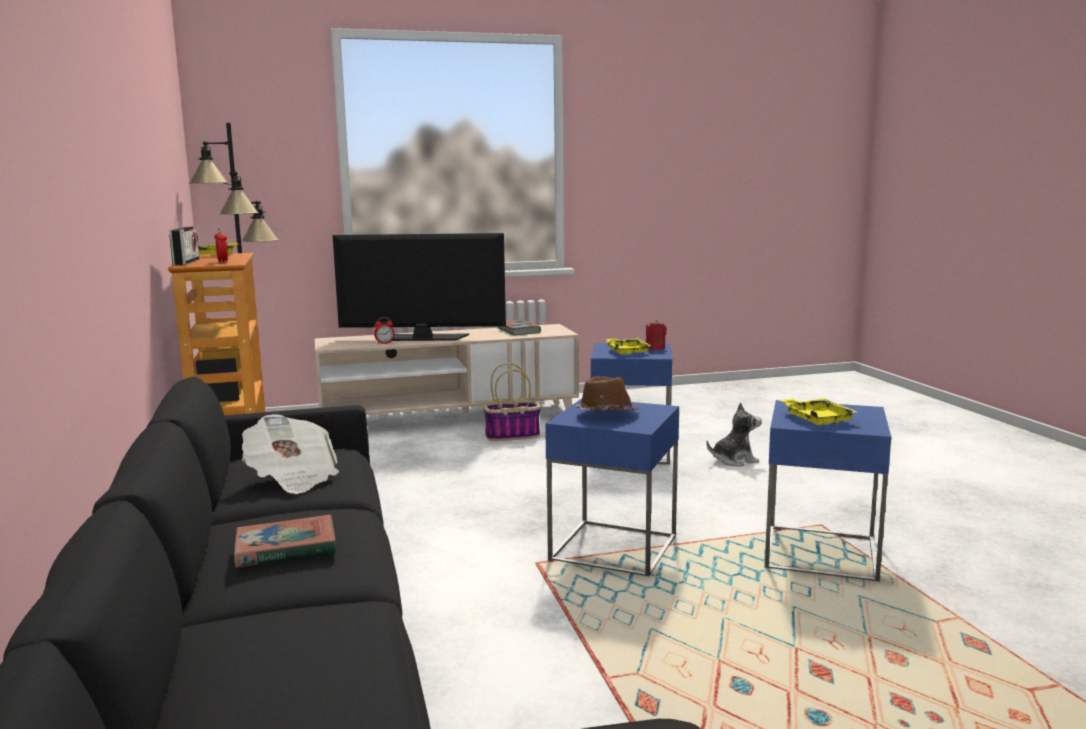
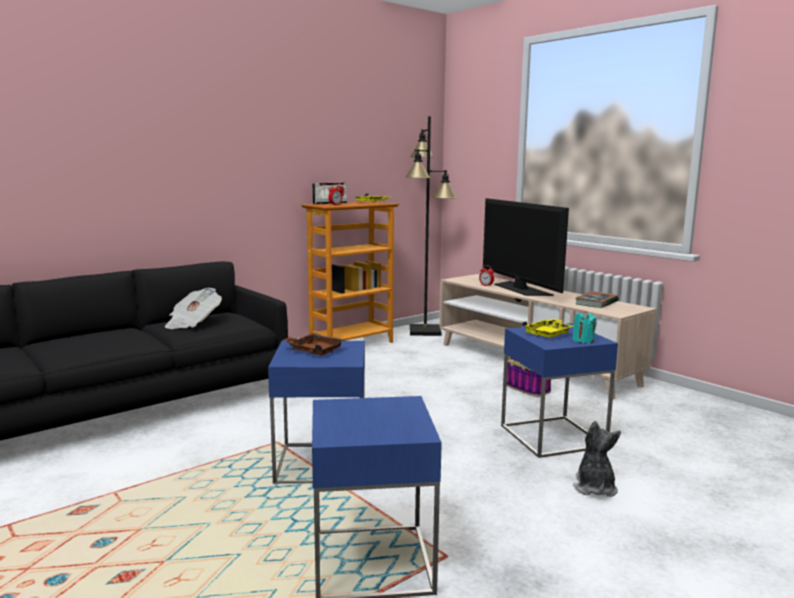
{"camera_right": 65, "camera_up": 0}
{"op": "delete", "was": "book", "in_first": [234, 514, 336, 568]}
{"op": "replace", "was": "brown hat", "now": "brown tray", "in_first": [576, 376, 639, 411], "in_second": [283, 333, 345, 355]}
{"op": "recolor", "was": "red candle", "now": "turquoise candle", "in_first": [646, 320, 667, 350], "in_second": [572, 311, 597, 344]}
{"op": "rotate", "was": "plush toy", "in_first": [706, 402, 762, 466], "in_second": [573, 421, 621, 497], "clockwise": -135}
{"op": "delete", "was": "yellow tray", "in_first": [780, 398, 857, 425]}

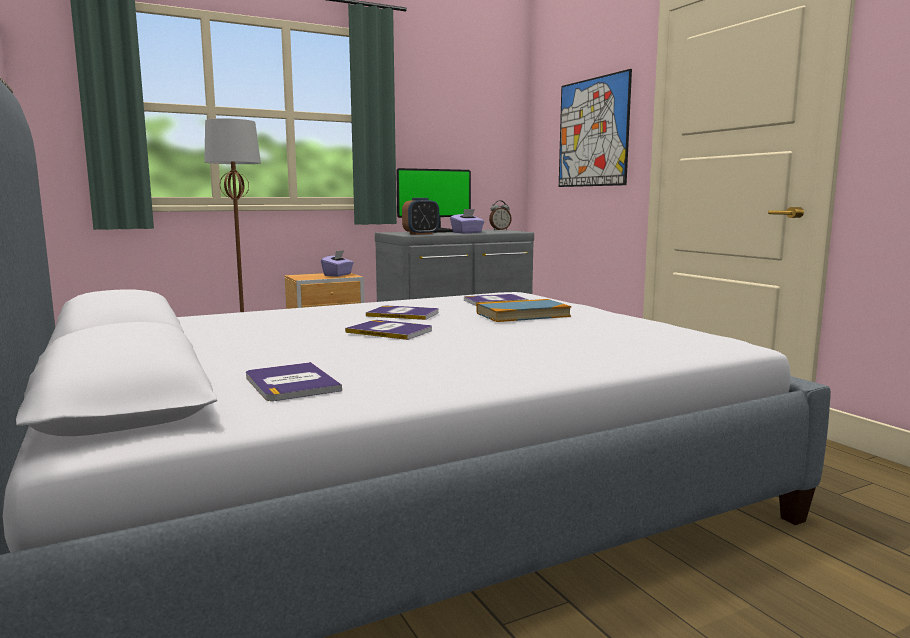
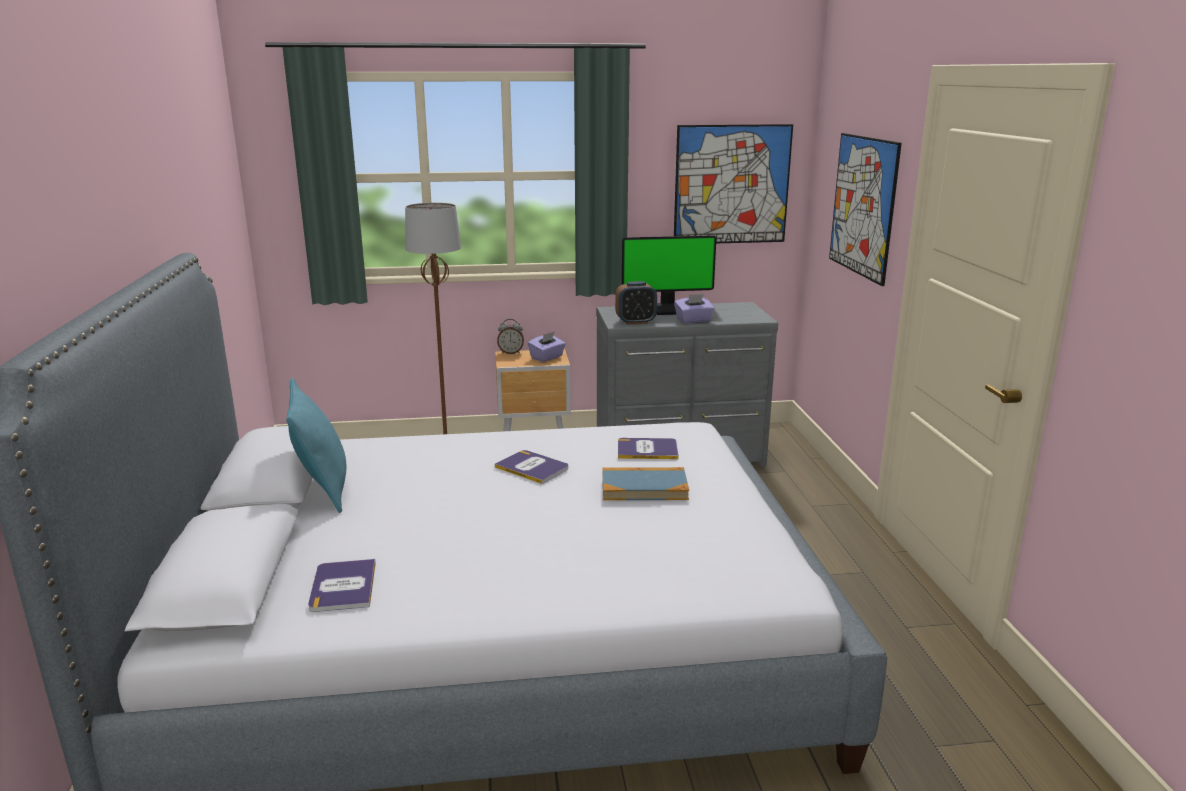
{"camera_right": 20, "camera_up": 10}
{"op": "delete", "was": "book", "in_first": [345, 320, 432, 340]}
{"op": "move", "was": "alarm clock", "in_first": [489, 200, 512, 230], "in_second": [497, 319, 524, 354]}
{"op": "insert", "now": "turquoise pillow", "in_second": [286, 378, 346, 513]}
{"op": "insert", "now": "picture", "in_second": [674, 124, 793, 243]}

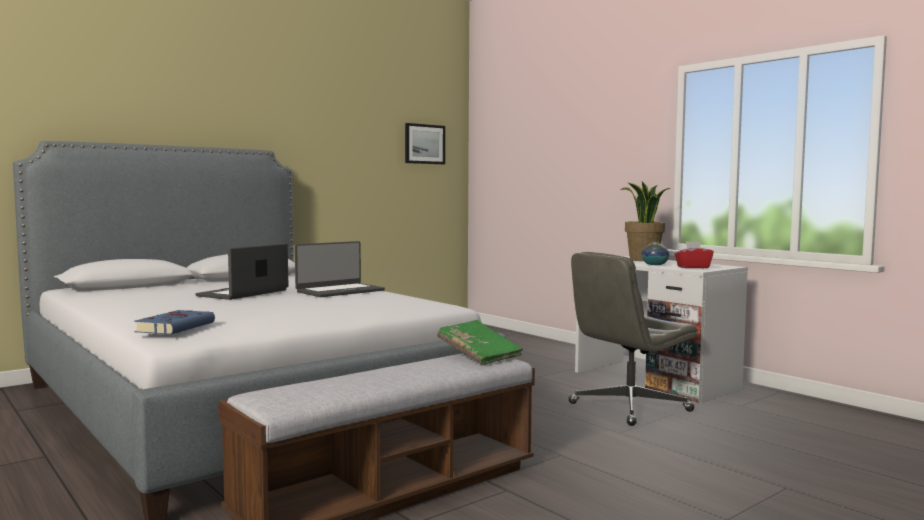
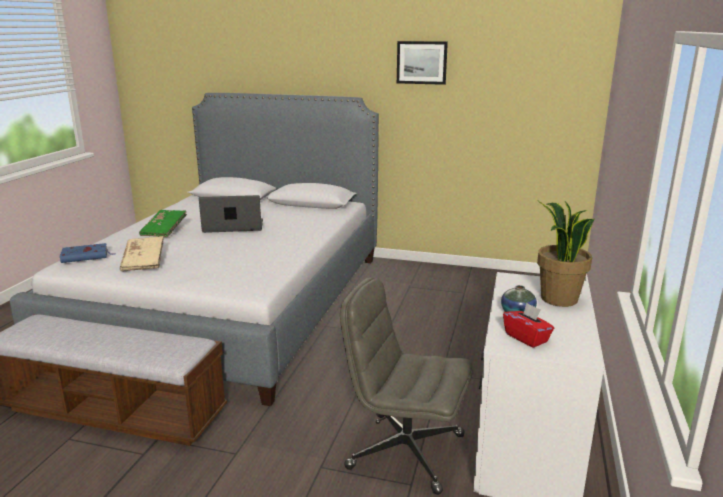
{"camera_right": 55, "camera_up": 15}
{"op": "delete", "was": "laptop", "in_first": [295, 241, 385, 297]}
{"op": "move", "was": "picture", "in_first": [405, 123, 445, 164], "in_second": [397, 41, 448, 85]}
{"op": "move", "was": "green book", "in_first": [437, 320, 523, 365], "in_second": [139, 210, 187, 237]}
{"op": "insert", "now": "beige book", "in_second": [120, 236, 164, 272]}

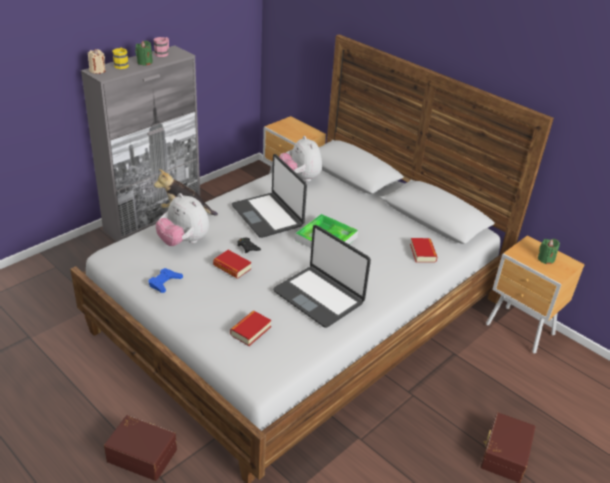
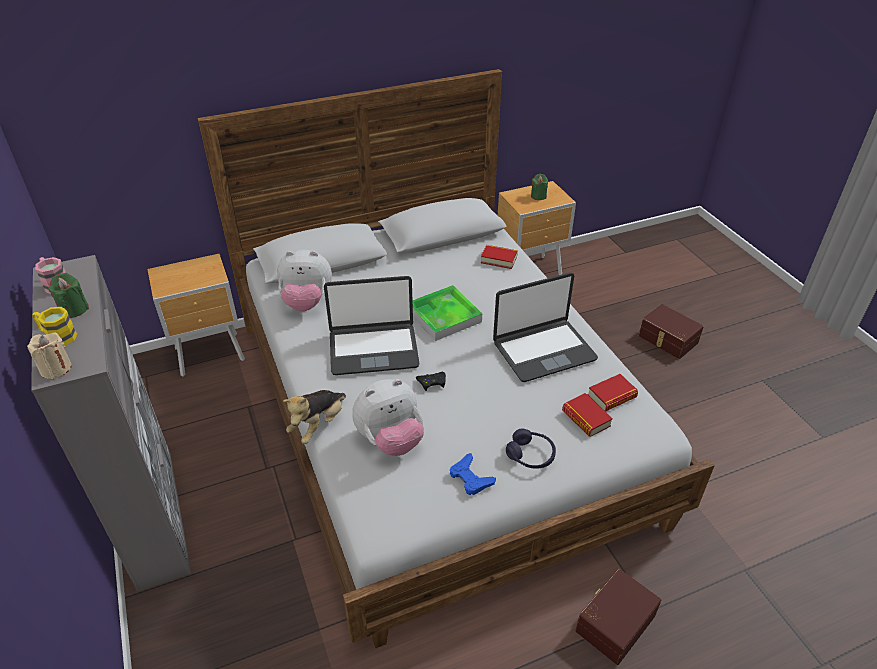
{"camera_right": -65, "camera_up": 5}
{"op": "move", "was": "book", "in_first": [213, 250, 251, 279], "in_second": [588, 374, 638, 411]}
{"op": "insert", "now": "purple headphones", "in_second": [506, 428, 556, 469]}

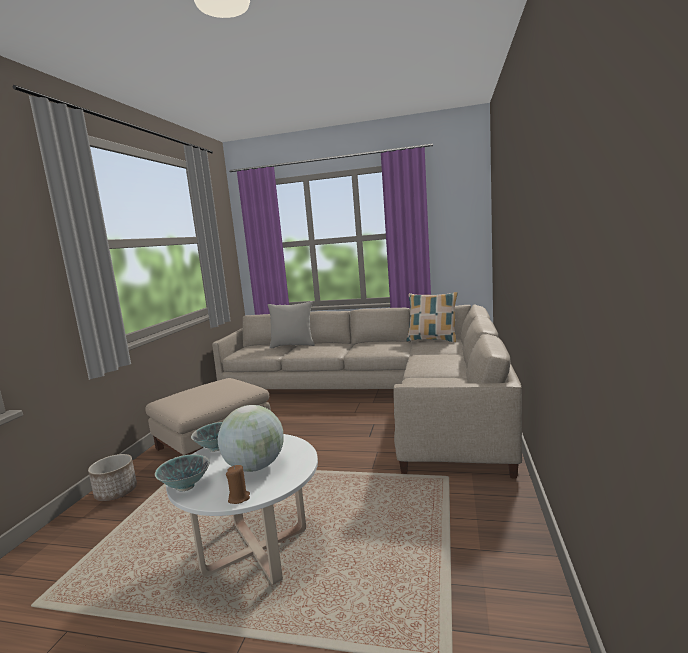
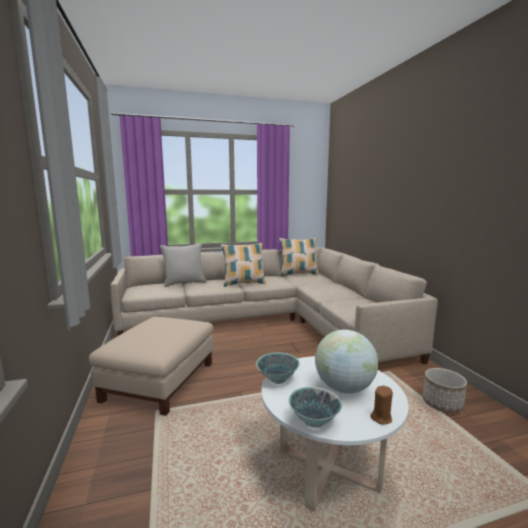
{"camera_right": -30, "camera_up": 0}
{"op": "move", "was": "planter", "in_first": [88, 454, 137, 501], "in_second": [423, 368, 467, 413]}
{"op": "insert", "now": "pillow", "in_second": [221, 243, 266, 287]}

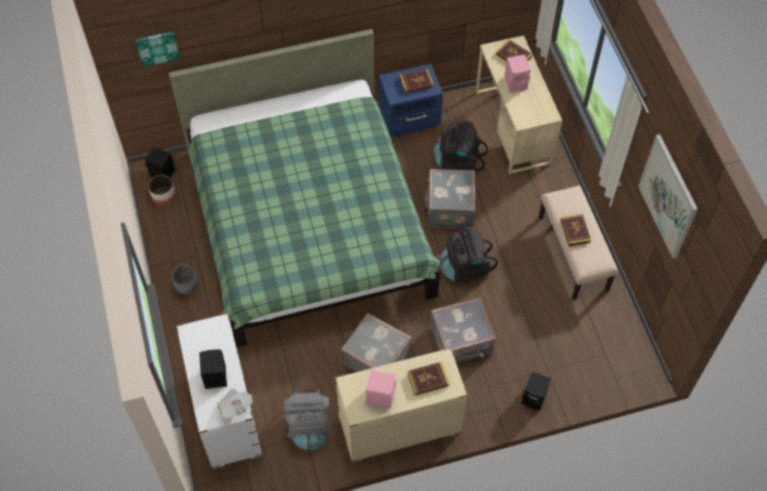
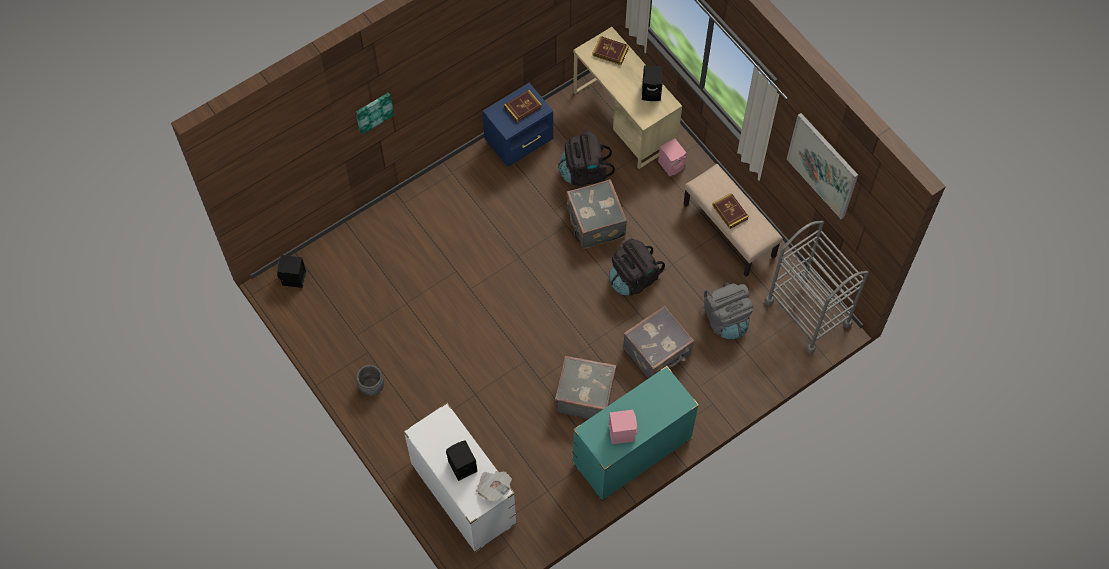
{"camera_right": -20, "camera_up": 5}
{"op": "move", "was": "picture", "in_first": [136, 31, 180, 67], "in_second": [356, 93, 394, 134]}
{"op": "delete", "was": "planter", "in_first": [148, 175, 176, 206]}
{"op": "delete", "was": "green bed", "in_first": [169, 29, 441, 347]}
{"op": "move", "was": "grey backpack", "in_first": [284, 390, 330, 450], "in_second": [704, 282, 753, 339]}
{"op": "recolor", "was": "beige dresser", "now": "turquoise dresser", "in_first": [335, 348, 468, 462], "in_second": [572, 366, 699, 501]}
{"op": "delete", "was": "book", "in_first": [407, 362, 449, 396]}
{"op": "move", "was": "pink speaker", "in_first": [504, 55, 531, 92], "in_second": [658, 138, 687, 176]}
{"op": "move", "was": "black speaker", "in_first": [521, 371, 551, 410], "in_second": [642, 65, 663, 101]}
{"op": "insert", "now": "grey cart", "in_second": [764, 221, 869, 354]}

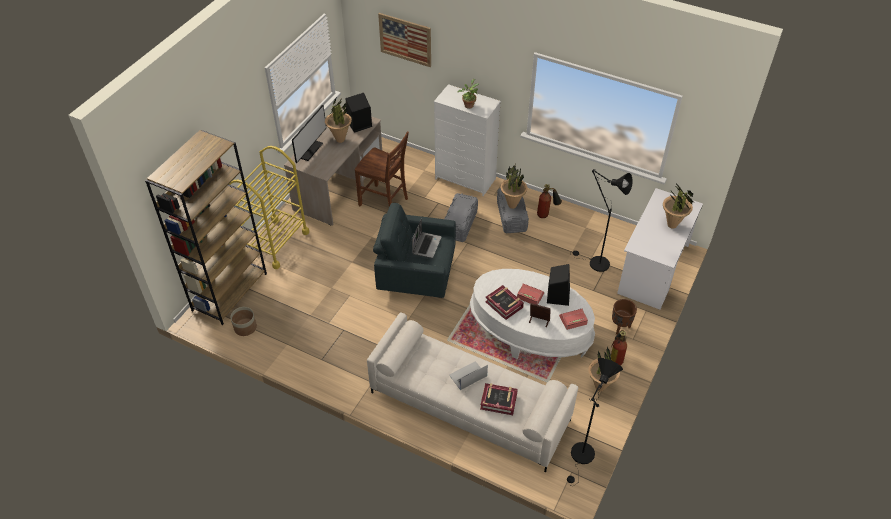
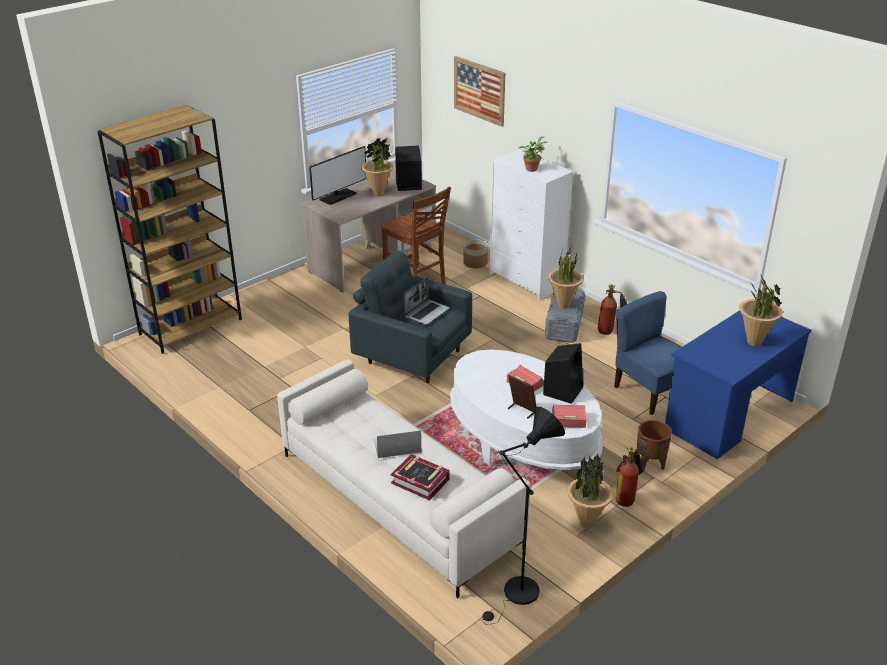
{"camera_right": 20, "camera_up": -15}
{"op": "delete", "was": "yellow cart", "in_first": [229, 146, 309, 269]}
{"op": "move", "was": "planter", "in_first": [230, 307, 257, 336], "in_second": [463, 239, 488, 268]}
{"op": "delete", "was": "grey storage box", "in_first": [445, 193, 478, 242]}
{"op": "delete", "was": "book", "in_first": [485, 285, 524, 320]}
{"op": "replace", "was": "black floor lamp", "now": "blue chair", "in_first": [571, 169, 633, 272], "in_second": [614, 291, 682, 415]}
{"op": "recolor", "was": "white desk", "now": "blue desk", "in_first": [617, 188, 703, 310], "in_second": [665, 310, 812, 459]}

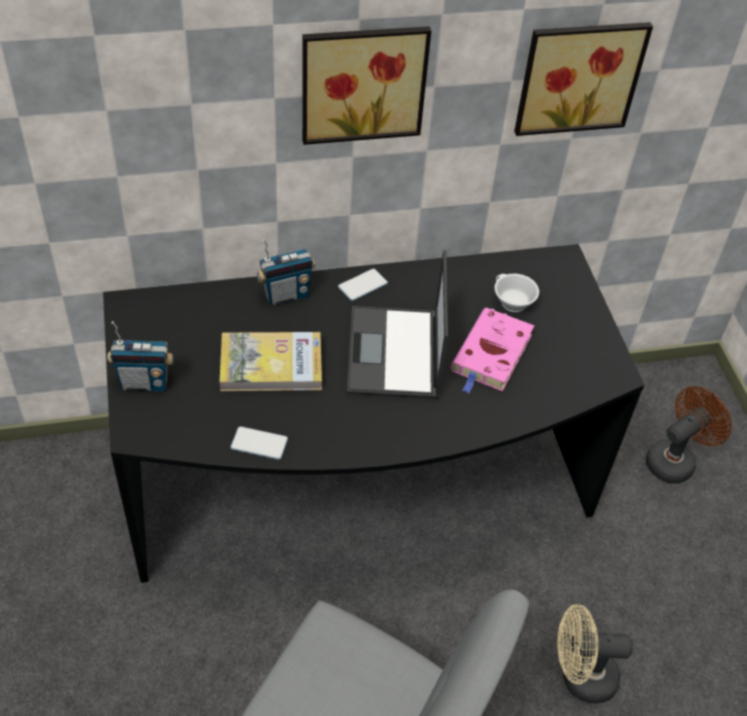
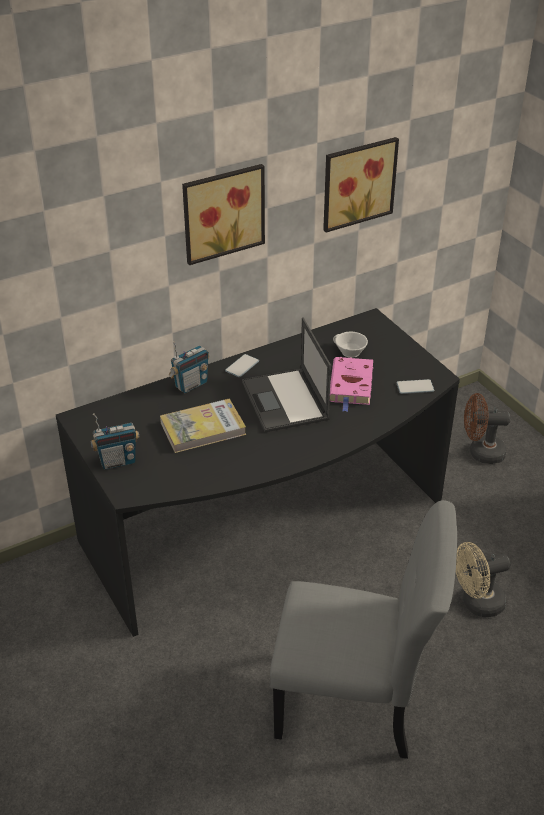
{"camera_right": -15, "camera_up": -10}
{"op": "move", "was": "phone", "in_first": [230, 426, 288, 460], "in_second": [397, 379, 434, 394]}
{"op": "rotate", "was": "brown fan", "in_first": [646, 386, 732, 484], "in_second": [464, 393, 511, 464], "clockwise": -120}

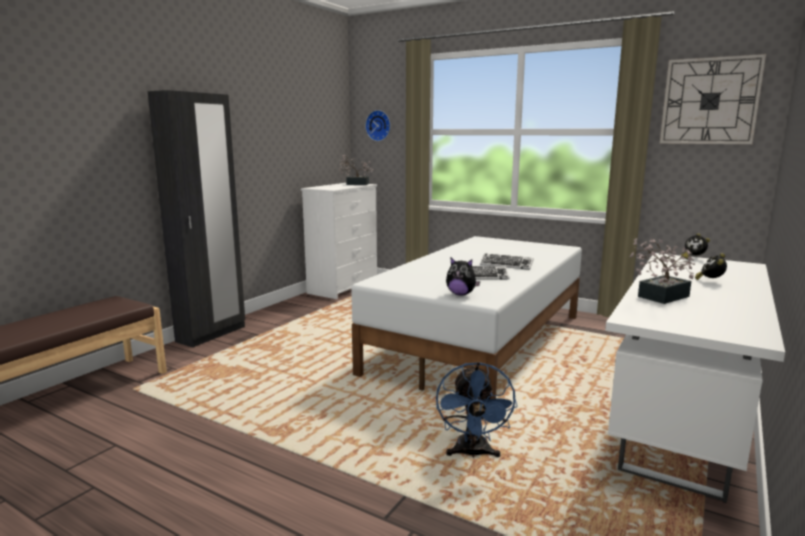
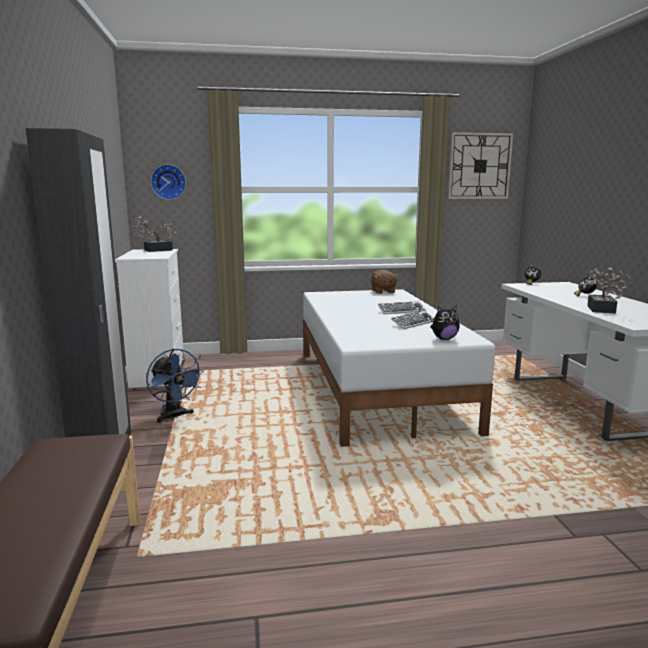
{"camera_right": -40, "camera_up": 0}
{"op": "move", "was": "blue fan", "in_first": [436, 362, 518, 459], "in_second": [146, 349, 204, 423]}
{"op": "insert", "now": "brown plush toy", "in_second": [371, 270, 398, 294]}

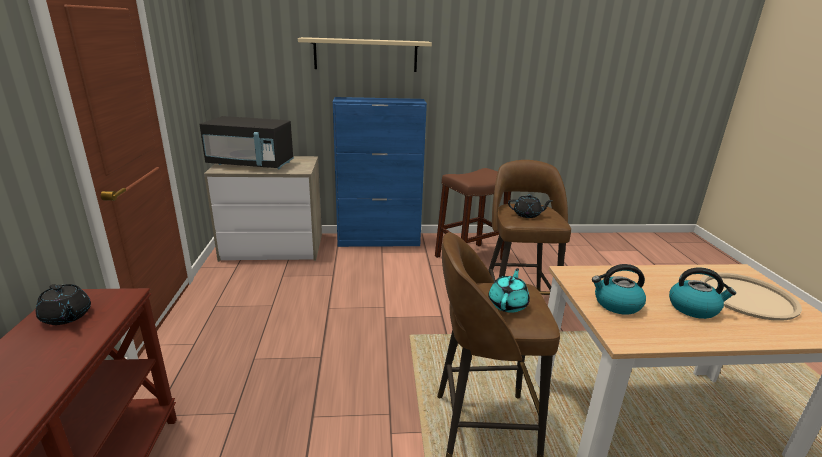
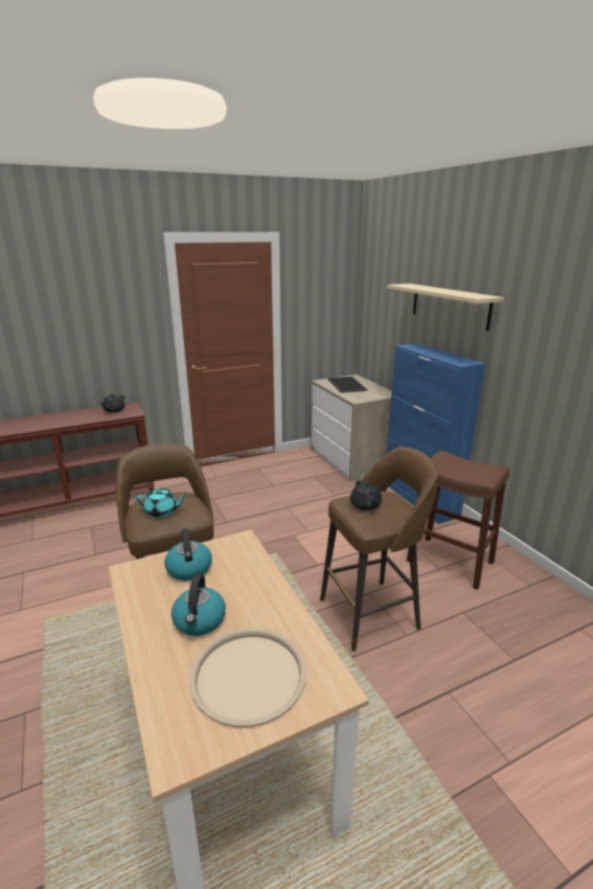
{"camera_right": 70, "camera_up": 0}
{"op": "replace", "was": "black microwave", "now": "tray", "in_first": [199, 116, 294, 169], "in_second": [327, 376, 368, 393]}

